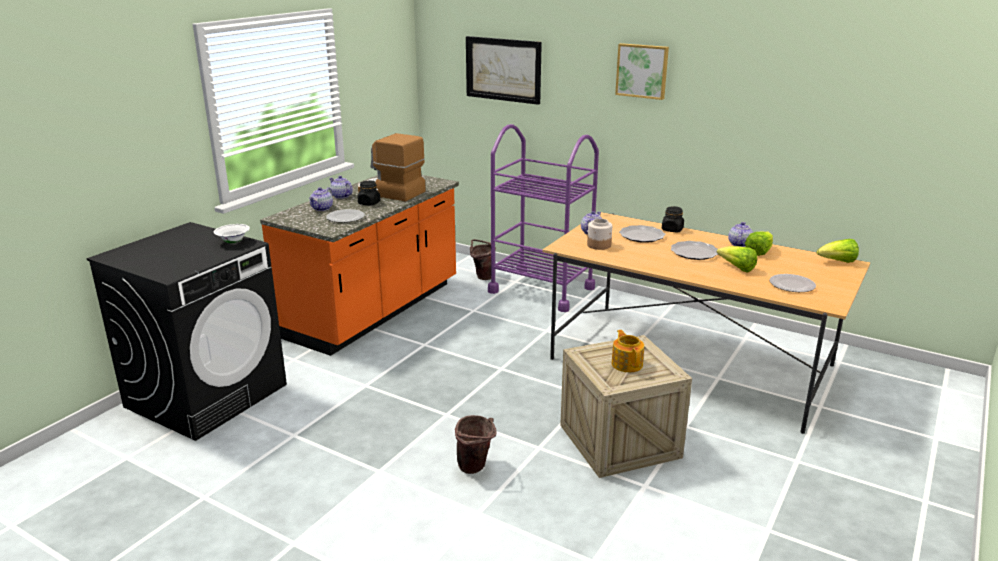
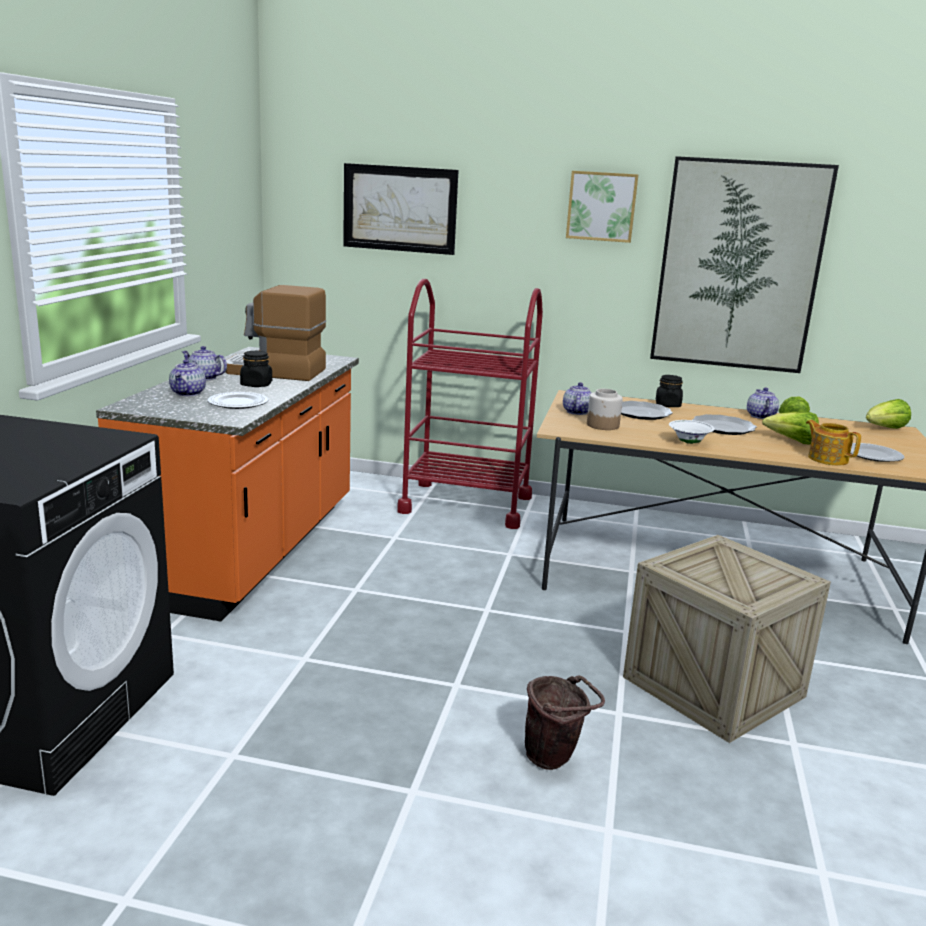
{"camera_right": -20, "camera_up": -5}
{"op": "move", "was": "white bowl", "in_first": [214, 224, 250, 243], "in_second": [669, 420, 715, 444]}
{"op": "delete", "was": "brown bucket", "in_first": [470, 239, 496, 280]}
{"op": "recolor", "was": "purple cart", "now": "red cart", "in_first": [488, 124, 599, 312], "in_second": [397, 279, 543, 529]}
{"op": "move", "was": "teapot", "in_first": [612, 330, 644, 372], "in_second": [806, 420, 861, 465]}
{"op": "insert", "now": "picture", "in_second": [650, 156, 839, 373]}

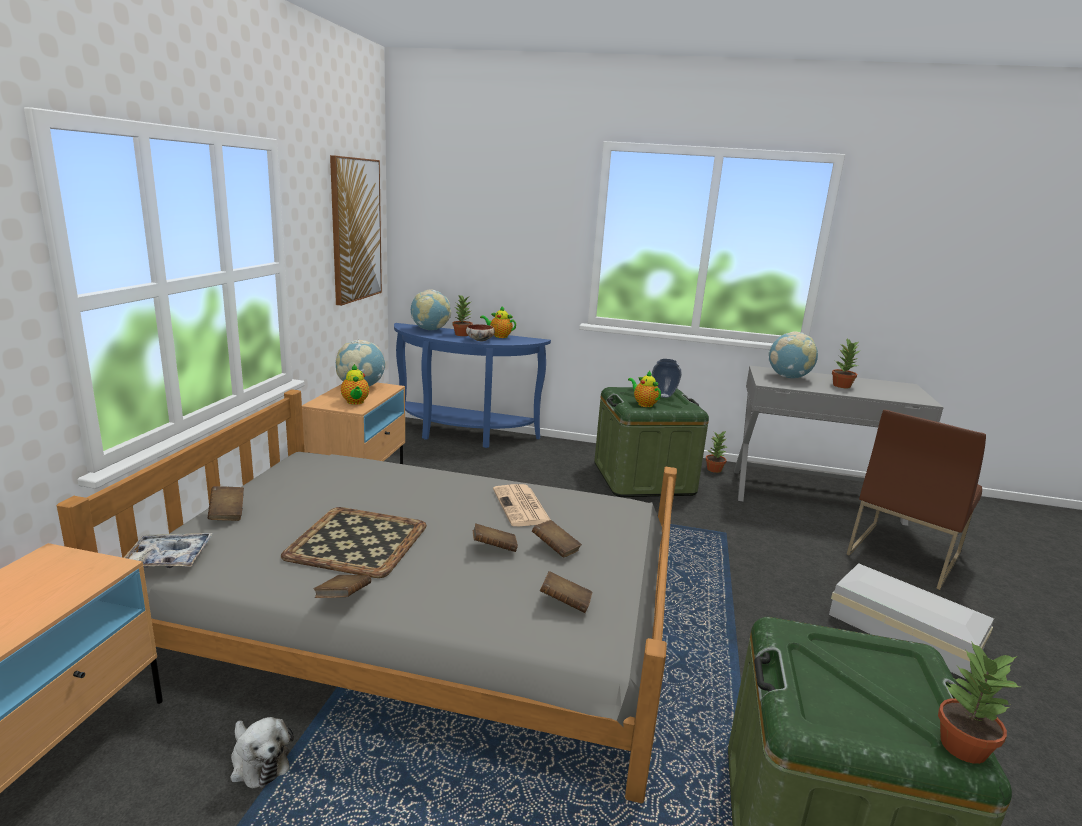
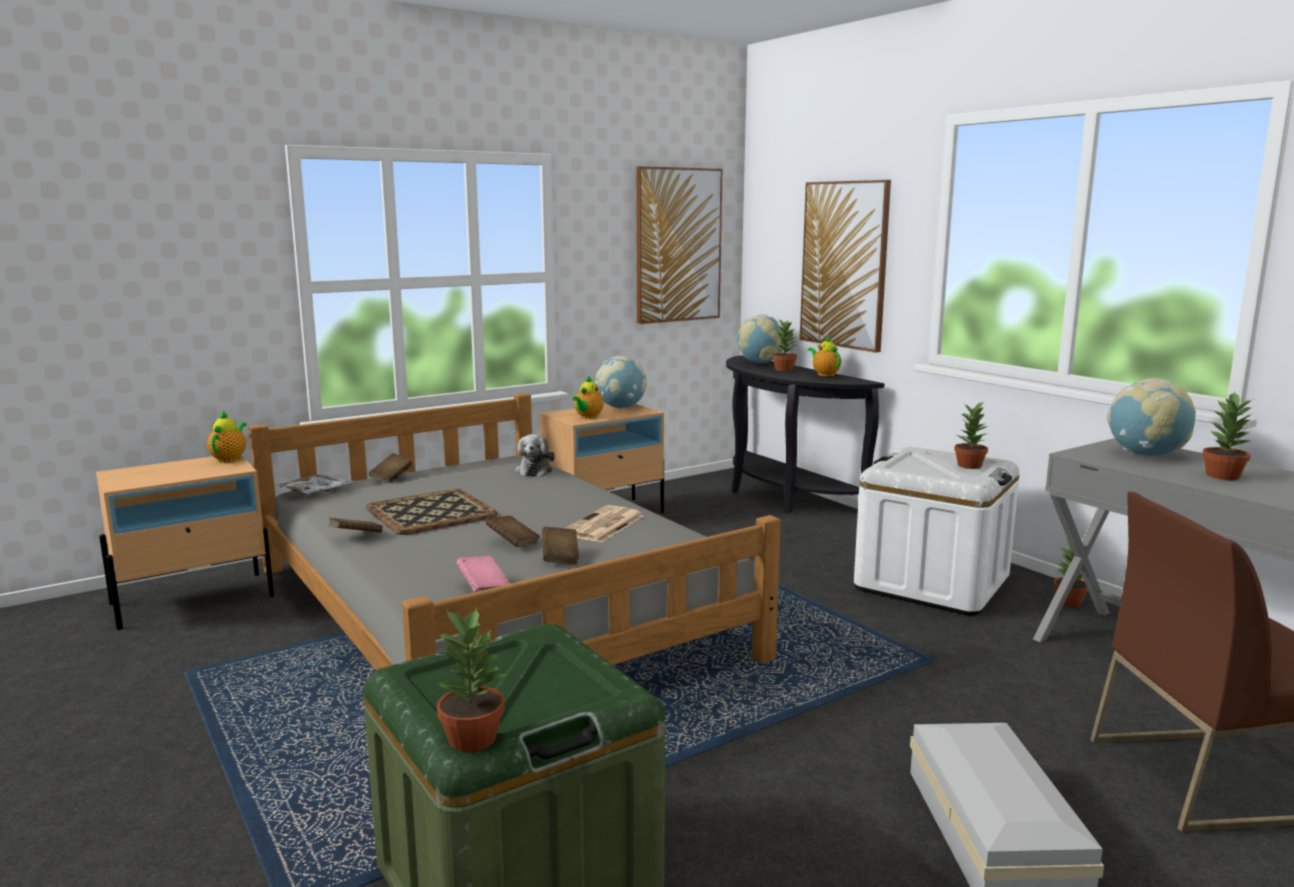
{"camera_right": 45, "camera_up": -5}
{"op": "move", "was": "plush toy", "in_first": [231, 717, 294, 788], "in_second": [516, 434, 555, 476]}
{"op": "recolor", "was": "blue console table", "now": "black console table", "in_first": [394, 323, 551, 448], "in_second": [726, 355, 885, 513]}
{"op": "delete", "was": "bowl", "in_first": [466, 324, 495, 341]}
{"op": "recolor", "was": "brown book", "now": "pink book", "in_first": [540, 571, 592, 613], "in_second": [456, 556, 510, 592]}
{"op": "recolor", "was": "green storage box", "now": "white storage box", "in_first": [594, 387, 709, 497], "in_second": [854, 446, 1020, 616]}
{"op": "move", "was": "teapot", "in_first": [628, 371, 661, 407], "in_second": [207, 410, 247, 462]}
{"op": "replace", "was": "vase", "now": "potted plant", "in_first": [652, 359, 682, 398], "in_second": [954, 401, 989, 469]}
{"op": "insert", "now": "picture", "in_second": [800, 180, 891, 352]}

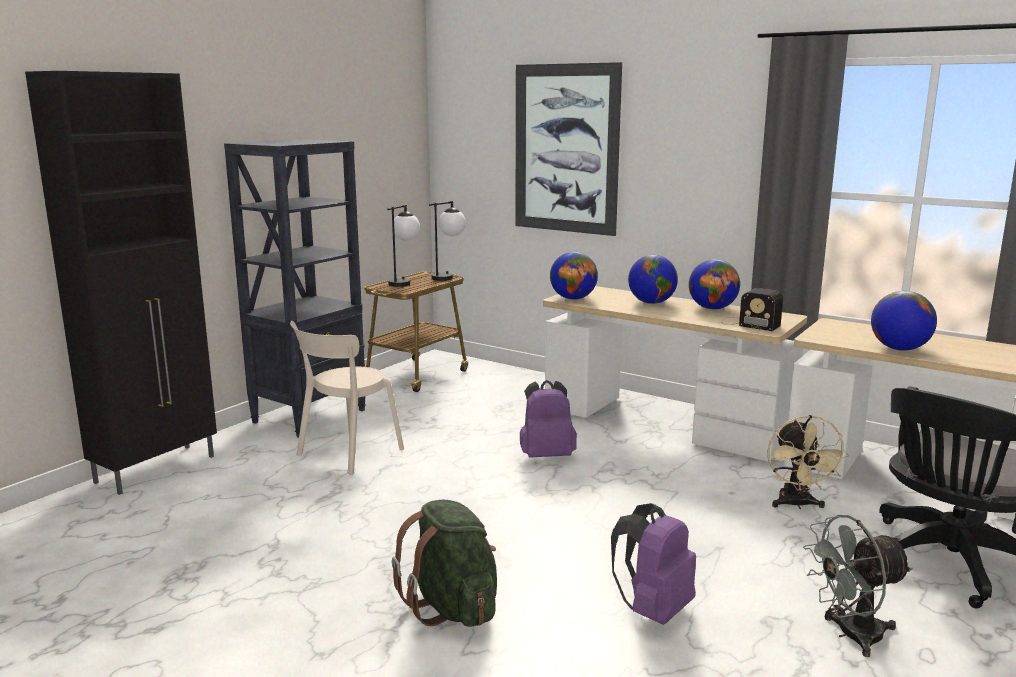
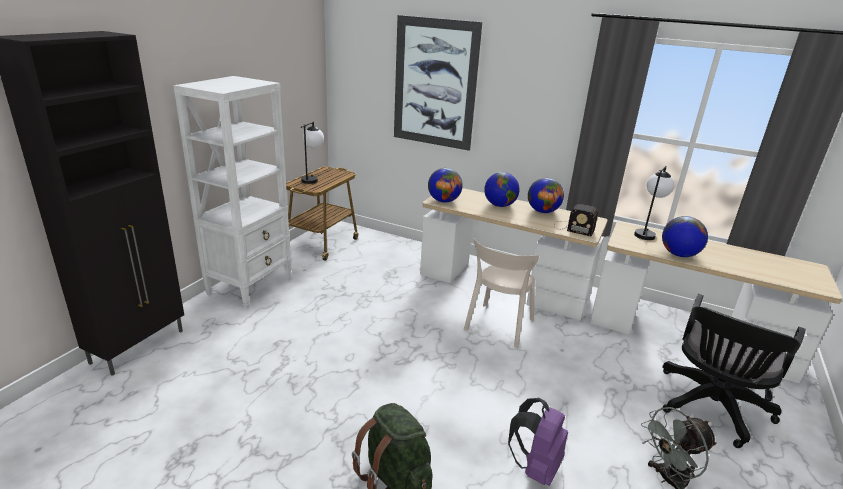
{"camera_right": -10, "camera_up": 10}
{"op": "recolor", "was": "black bookcase", "now": "white bookcase", "in_first": [224, 139, 366, 438], "in_second": [173, 76, 292, 309]}
{"op": "move", "was": "beige chair", "in_first": [290, 321, 404, 475], "in_second": [464, 238, 539, 348]}
{"op": "move", "was": "table lamp", "in_first": [429, 201, 466, 281], "in_second": [634, 166, 675, 240]}
{"op": "delete", "was": "purple backpack", "in_first": [520, 380, 577, 458]}
{"op": "delete", "was": "beige fan", "in_first": [768, 415, 849, 509]}

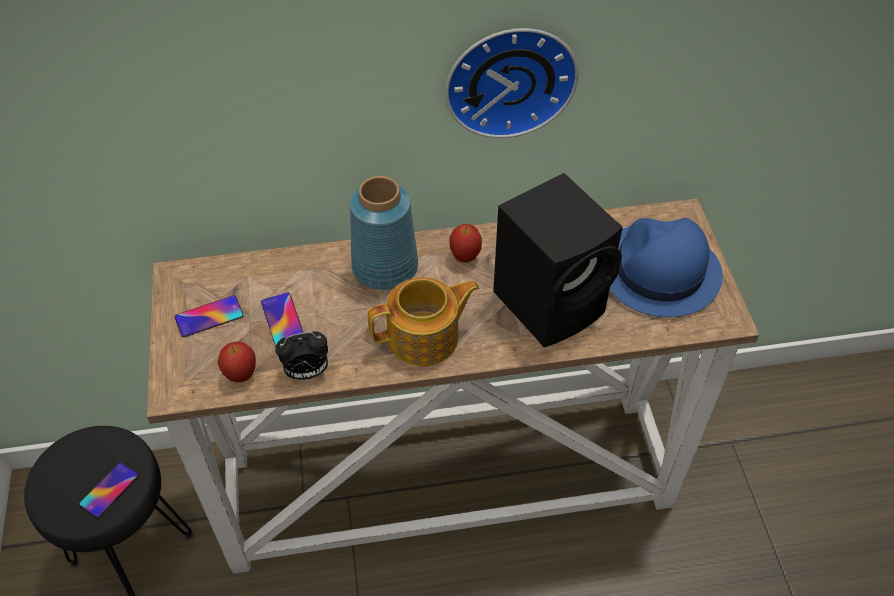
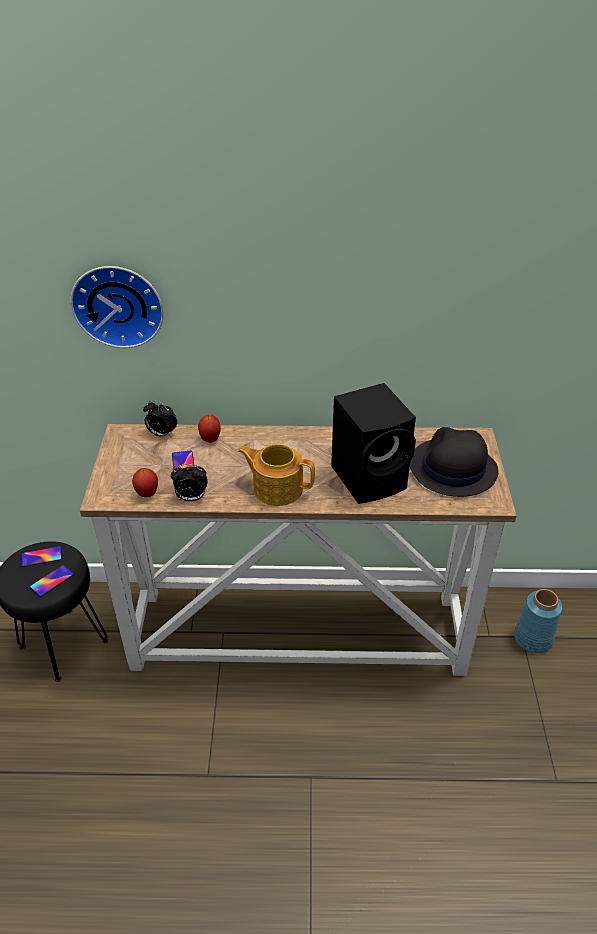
{"camera_right": 10, "camera_up": -10}
{"op": "move", "was": "phone", "in_first": [175, 295, 243, 337], "in_second": [21, 546, 62, 567]}
{"op": "move", "was": "blue vase", "in_first": [350, 176, 418, 290], "in_second": [514, 589, 562, 653]}
{"op": "rotate", "was": "teapot", "in_first": [368, 277, 480, 366], "in_second": [238, 444, 315, 506], "clockwise": -150}
{"op": "move", "was": "wall clock", "in_first": [445, 28, 579, 138], "in_second": [70, 266, 164, 348]}
{"op": "move", "was": "apple", "in_first": [449, 224, 482, 262], "in_second": [198, 415, 220, 443]}
{"op": "recolor", "was": "blue hat", "now": "black hat", "in_first": [610, 218, 723, 317], "in_second": [410, 427, 498, 497]}
{"op": "insert", "now": "alarm clock", "in_second": [143, 400, 177, 437]}

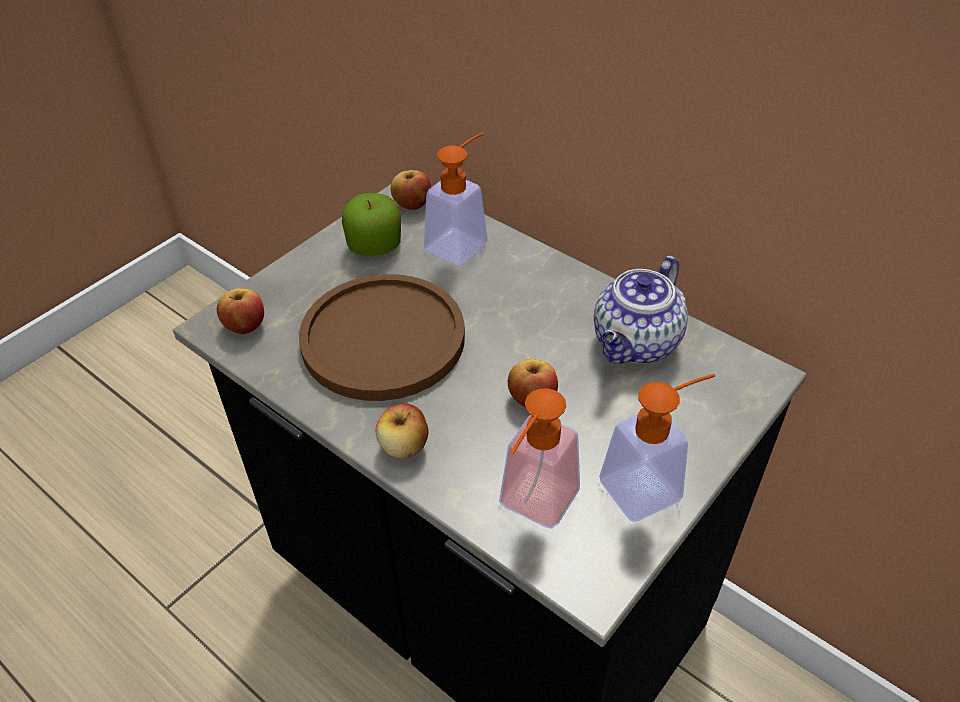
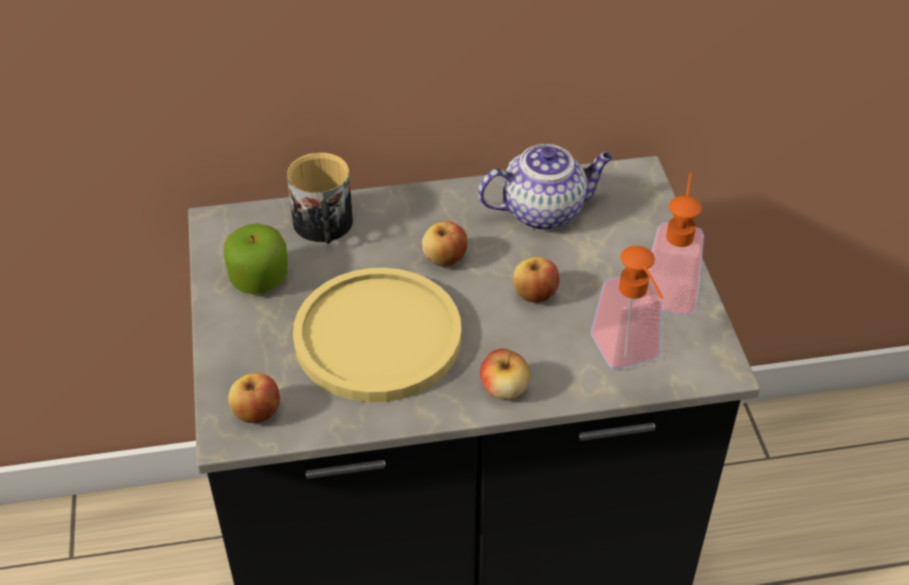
{"camera_right": -50, "camera_up": 0}
{"op": "recolor", "was": "brown plate", "now": "yellow plate", "in_first": [299, 274, 465, 401], "in_second": [293, 268, 461, 402]}
{"op": "move", "was": "apple", "in_first": [391, 170, 431, 210], "in_second": [422, 221, 468, 267]}
{"op": "replace", "was": "soap dispenser", "now": "mug", "in_first": [424, 132, 488, 266], "in_second": [287, 152, 353, 244]}
{"op": "rotate", "was": "teapot", "in_first": [594, 256, 688, 364], "in_second": [478, 144, 613, 230], "clockwise": -90}

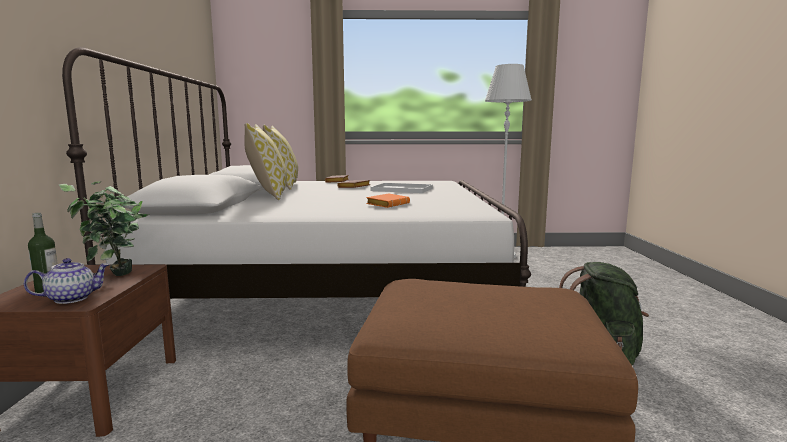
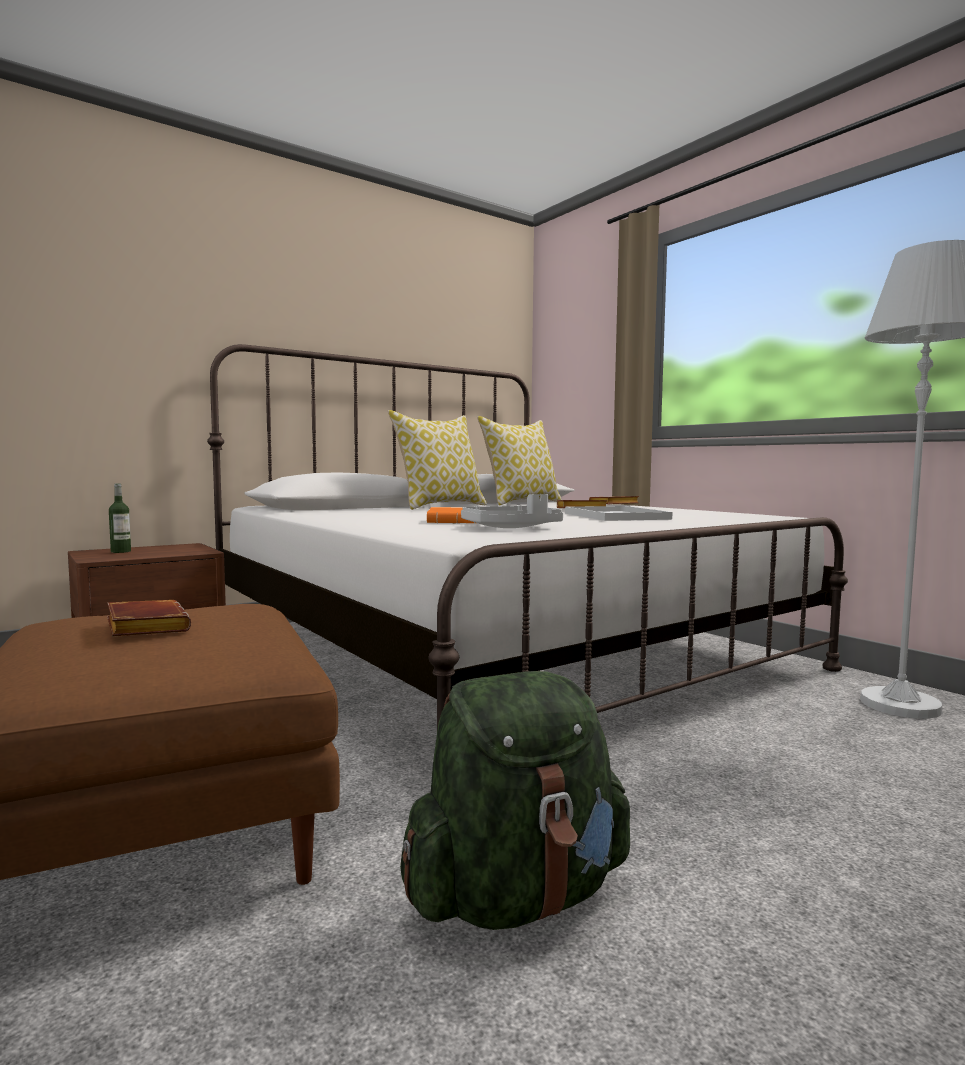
{"camera_right": 55, "camera_up": -5}
{"op": "delete", "was": "teapot", "in_first": [24, 258, 110, 304]}
{"op": "delete", "was": "potted plant", "in_first": [59, 181, 149, 276]}
{"op": "insert", "now": "brown book", "in_second": [107, 600, 191, 636]}
{"op": "insert", "now": "grey tray", "in_second": [461, 494, 563, 528]}

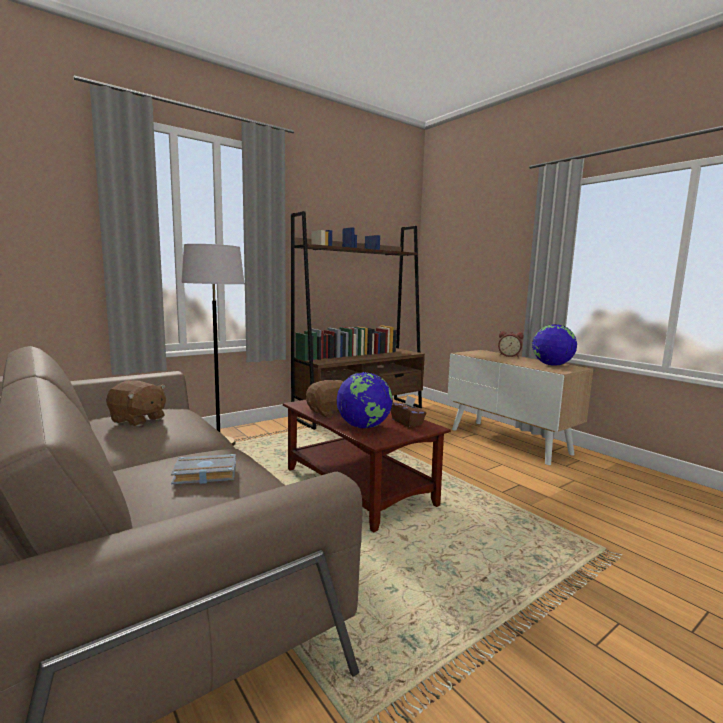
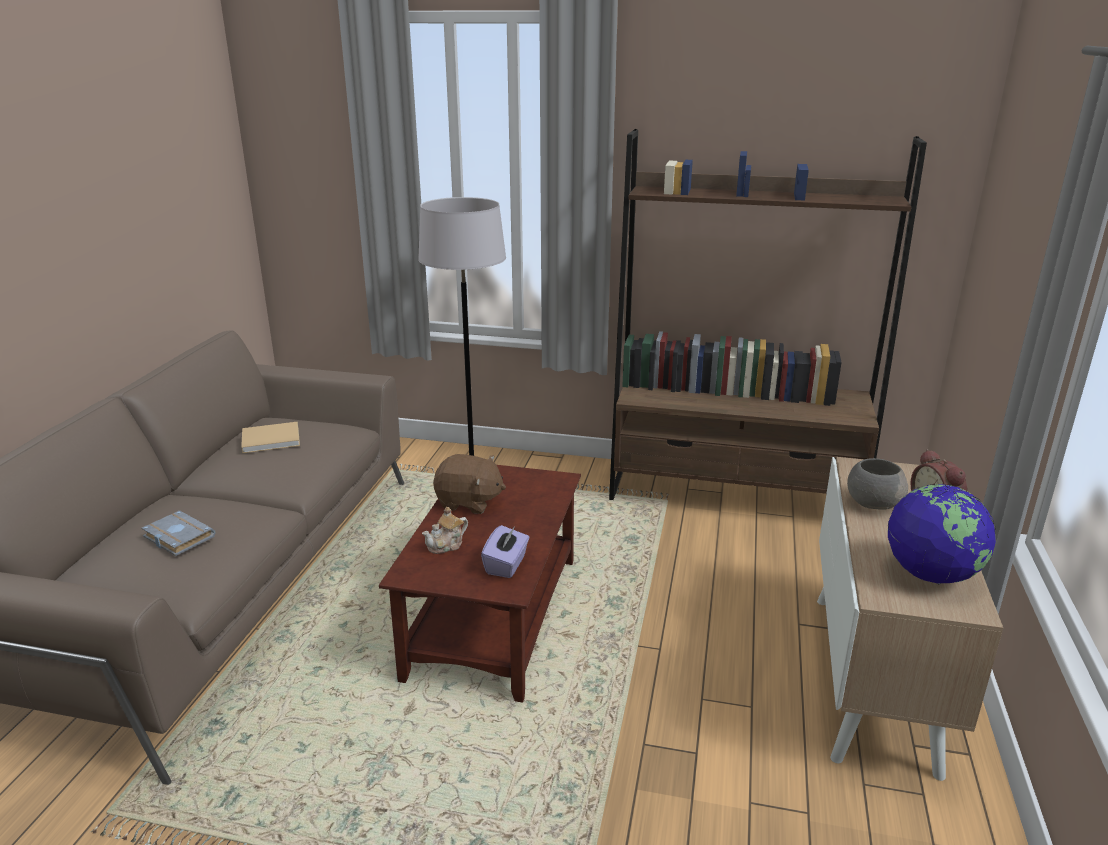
{"camera_right": 50, "camera_up": 15}
{"op": "replace", "was": "brown plush toy", "now": "beige book", "in_first": [106, 380, 166, 426], "in_second": [241, 422, 300, 453]}
{"op": "replace", "was": "globe", "now": "teapot", "in_first": [336, 372, 393, 429], "in_second": [422, 507, 468, 554]}
{"op": "recolor", "was": "brown tissue box", "now": "purple tissue box", "in_first": [391, 395, 427, 427], "in_second": [481, 525, 529, 578]}
{"op": "insert", "now": "grey bowl", "in_second": [847, 458, 908, 510]}

